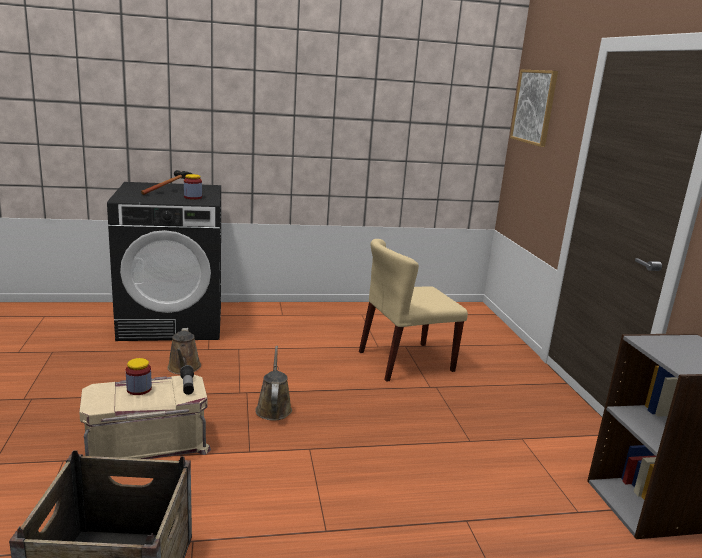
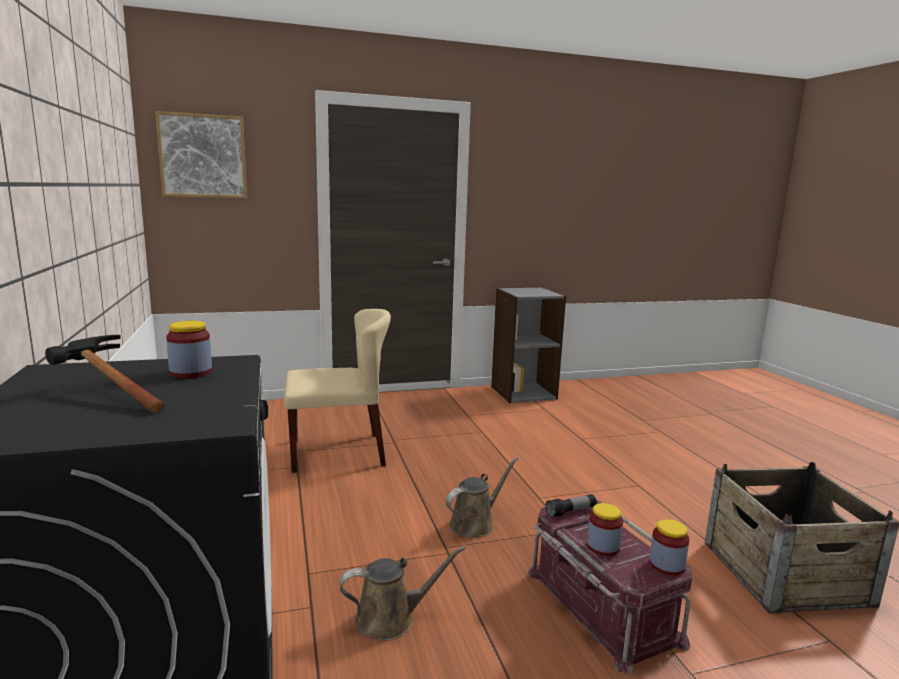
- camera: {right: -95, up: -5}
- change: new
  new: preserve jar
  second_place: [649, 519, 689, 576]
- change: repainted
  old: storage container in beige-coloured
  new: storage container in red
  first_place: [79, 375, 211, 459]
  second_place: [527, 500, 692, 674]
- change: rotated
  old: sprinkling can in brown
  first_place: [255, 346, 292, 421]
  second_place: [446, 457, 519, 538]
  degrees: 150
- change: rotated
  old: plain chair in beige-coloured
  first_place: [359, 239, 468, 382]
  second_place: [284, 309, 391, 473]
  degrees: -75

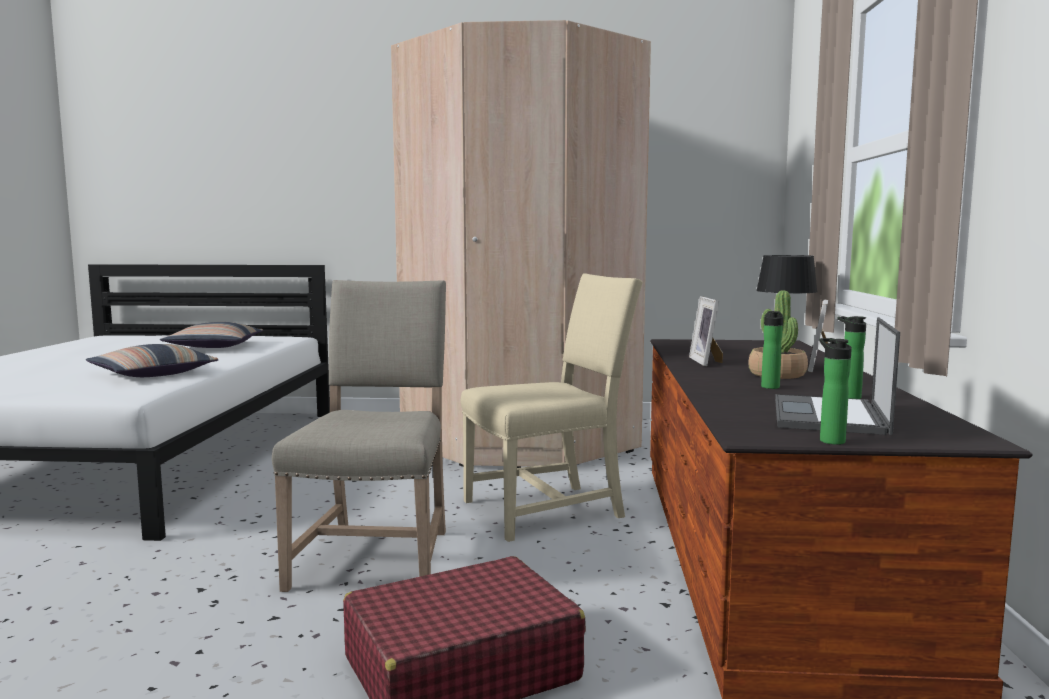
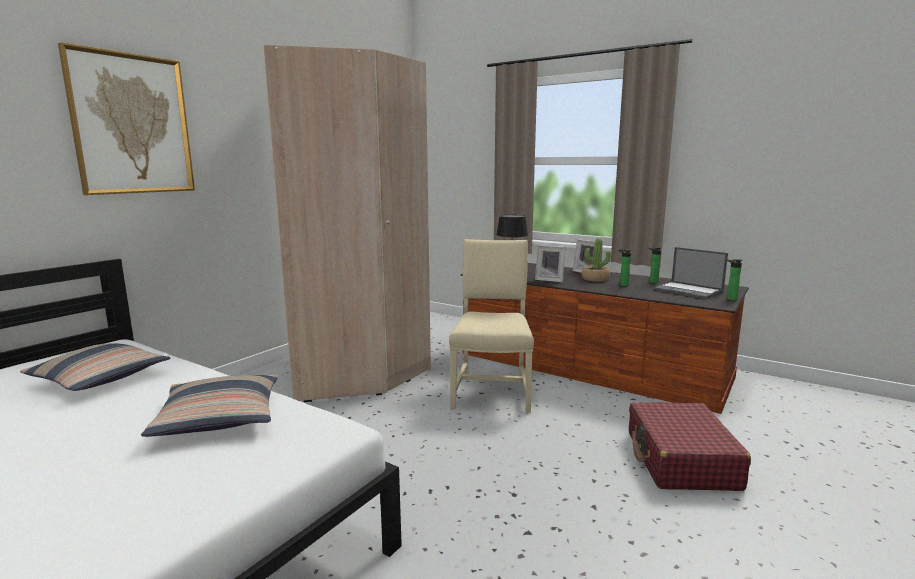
- camera: {right: -60, up: 5}
- change: gone
  old: plain chair in beige-coloured
  first_place: [272, 280, 446, 592]
- change: new
  new: picture
  second_place: [58, 42, 195, 195]

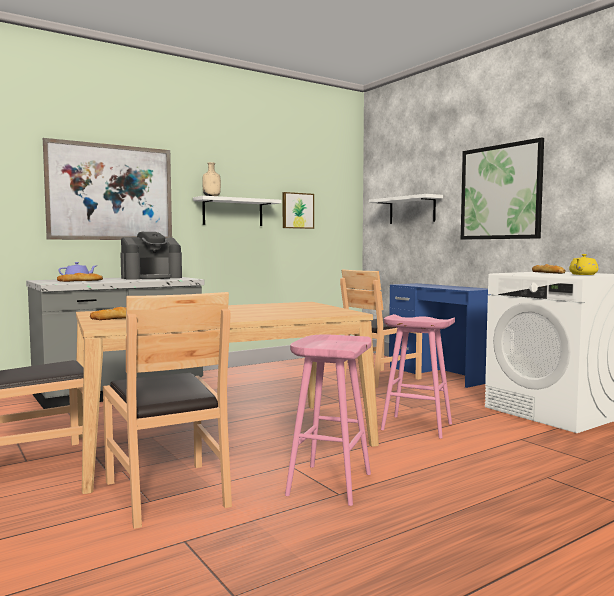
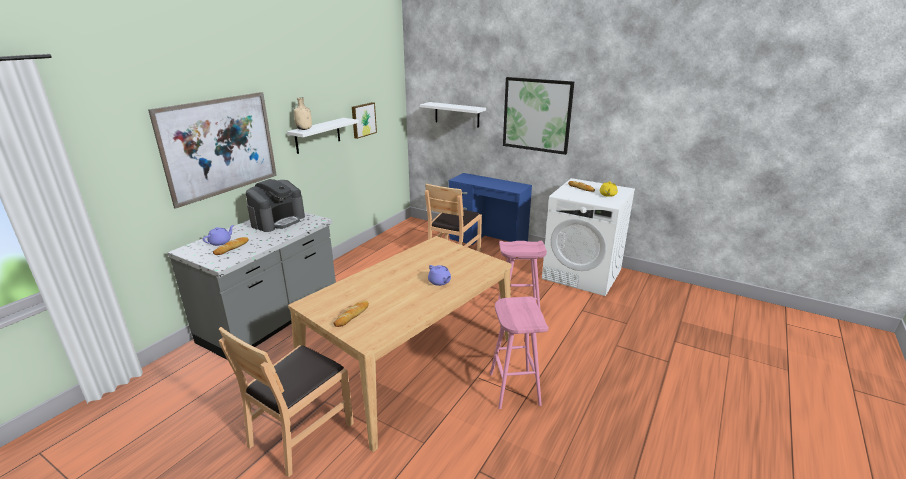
- camera: {right: -25, up: 20}
- change: gone
  old: plain chair in brown
  first_place: [103, 292, 232, 529]
- change: new
  new: teapot in purplish
  second_place: [428, 265, 451, 286]

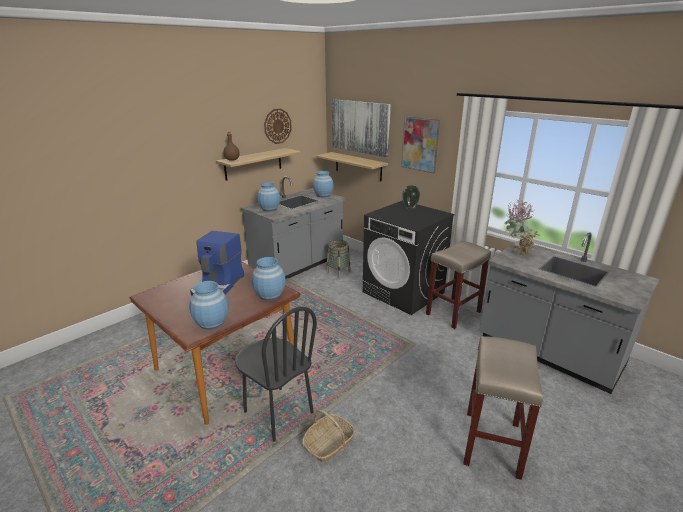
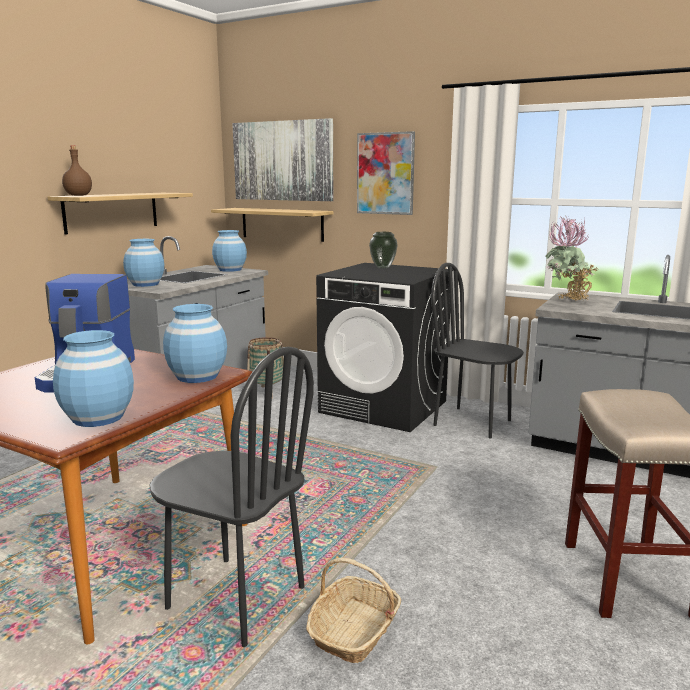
- camera: {right: -15, up: -10}
- change: gone
  old: clock on the wall
  first_place: [264, 108, 292, 144]
- change: swapped
  old: stool seat in beige-coloured
  new: plain chair in black
  first_place: [426, 241, 491, 329]
  second_place: [431, 263, 524, 438]

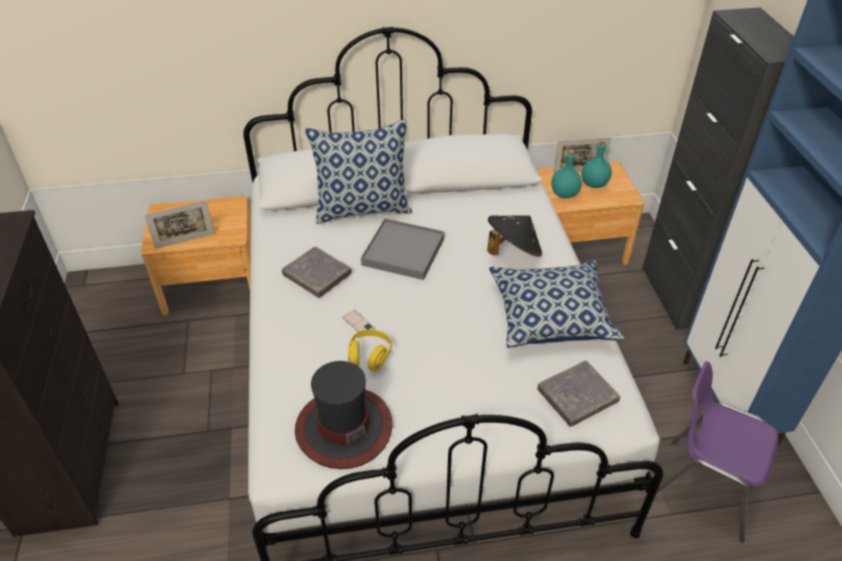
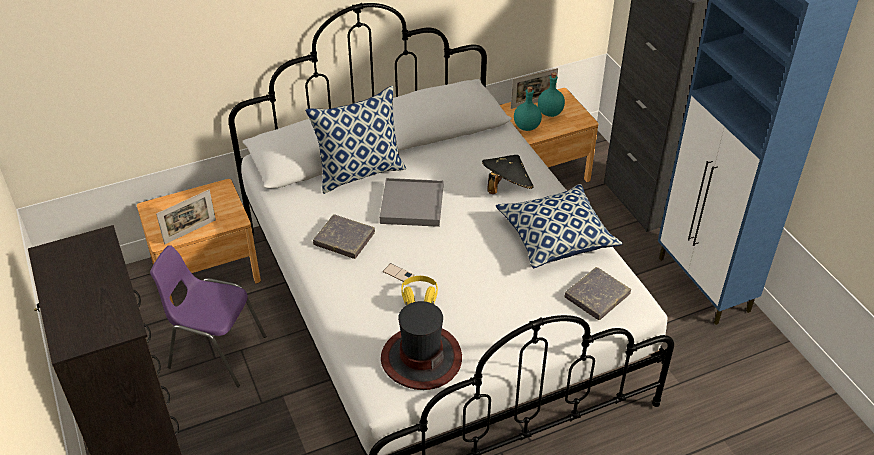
- camera: {right: -15, up: 0}
- change: shifted
  old: plain chair in purplish
  first_place: [656, 361, 778, 543]
  second_place: [150, 245, 266, 387]

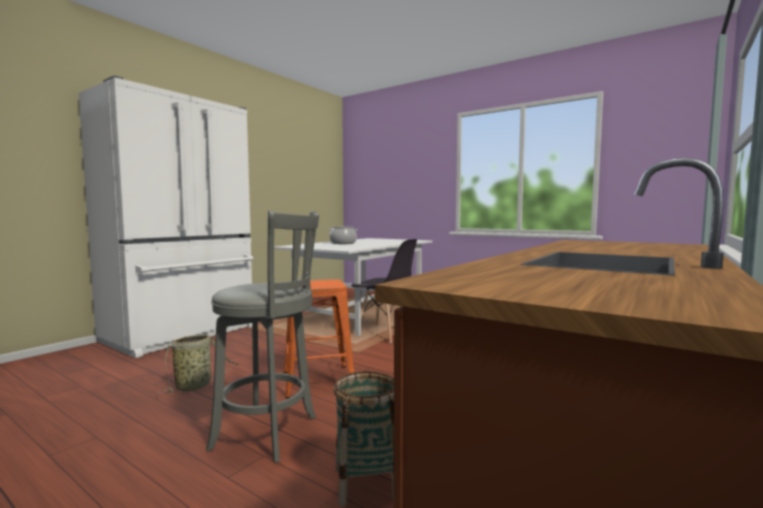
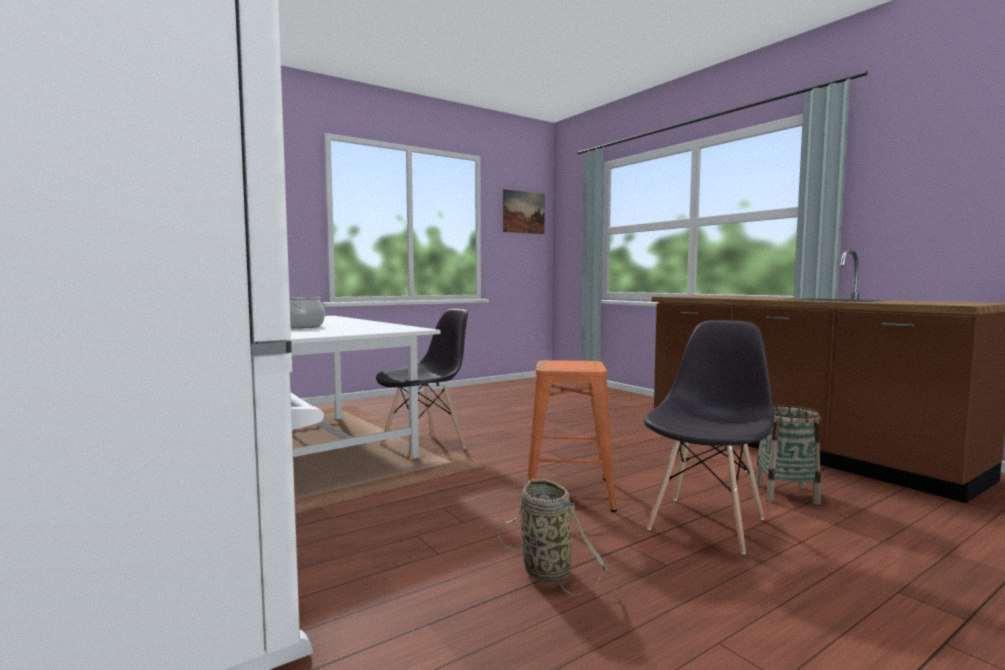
- camera: {right: -70, up: 0}
- change: new
  new: picture
  second_place: [503, 189, 545, 234]
- change: swapped
  old: stool seat in greyish
  new: plain chair in greyish
  first_place: [206, 211, 319, 463]
  second_place: [644, 320, 774, 555]

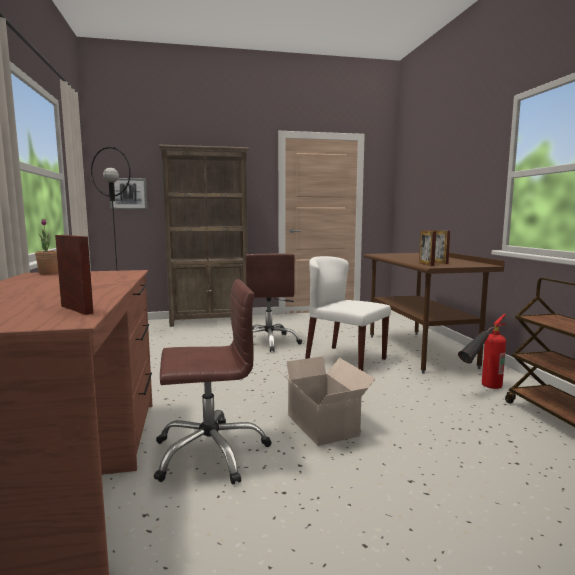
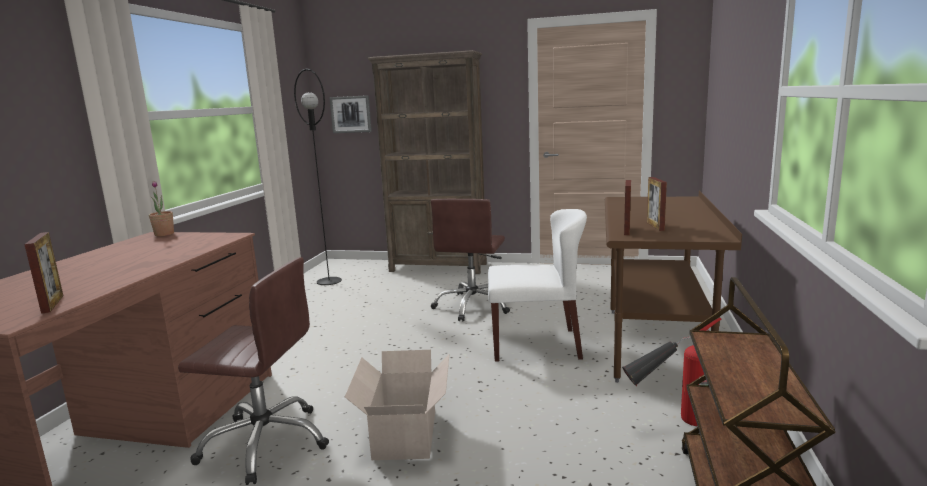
- camera: {right: 25, up: 5}
- change: rotated
  old: plain chair in white-coloured
  first_place: [305, 256, 391, 371]
  second_place: [488, 209, 587, 361]
  degrees: 120

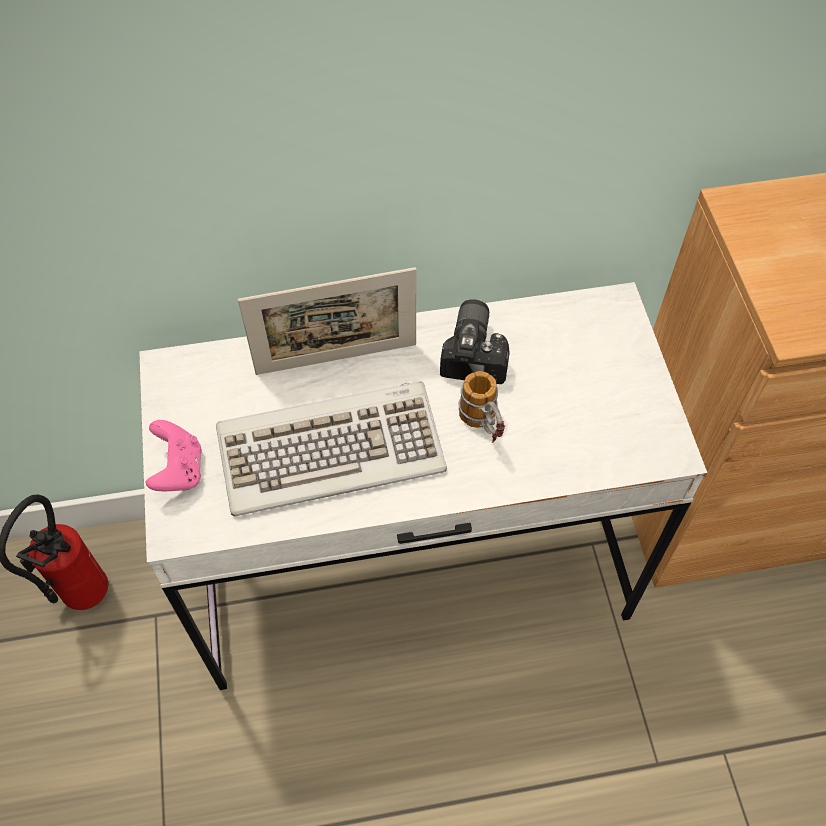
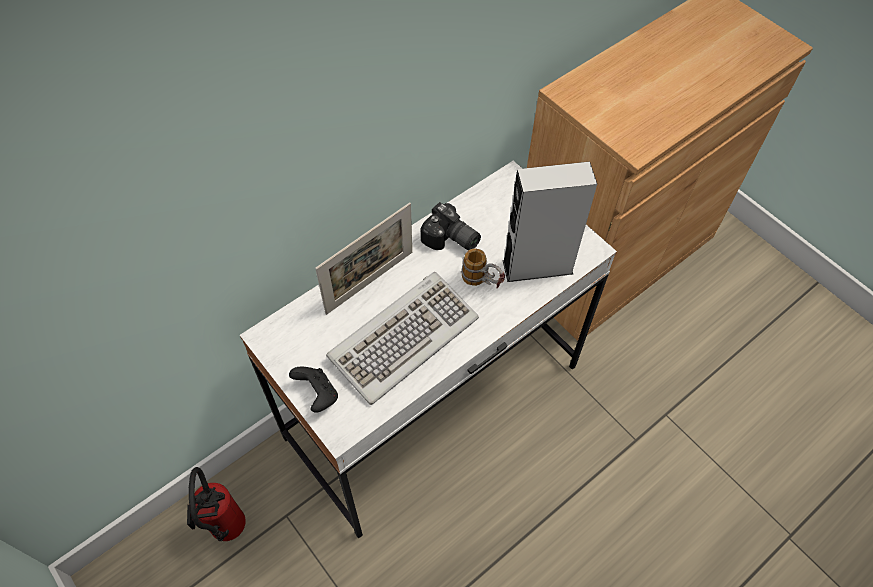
- camera: {right: -30, up: 0}
- change: new
  new: speaker in greyish
  second_place: [503, 162, 597, 282]
- change: repainted
  old: game controller in pink
  new: game controller in black
  first_place: [145, 420, 202, 491]
  second_place: [289, 367, 338, 413]
- change: rotated
  old: still camera
  first_place: [440, 299, 510, 384]
  second_place: [421, 202, 481, 250]
  degrees: 150

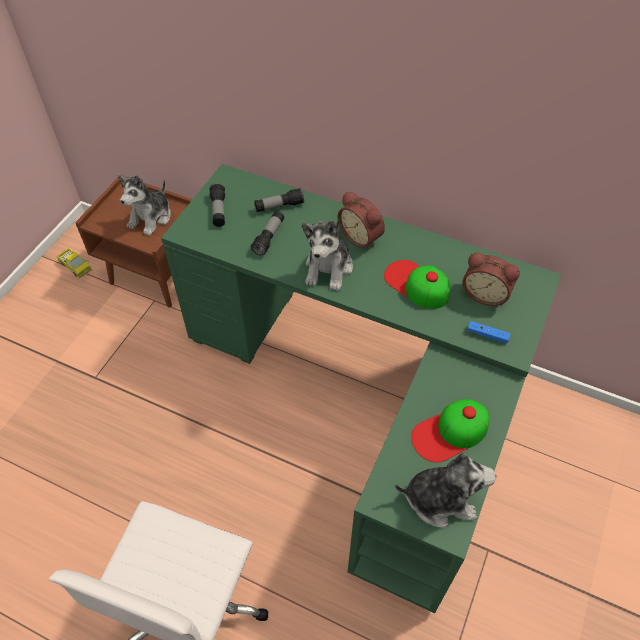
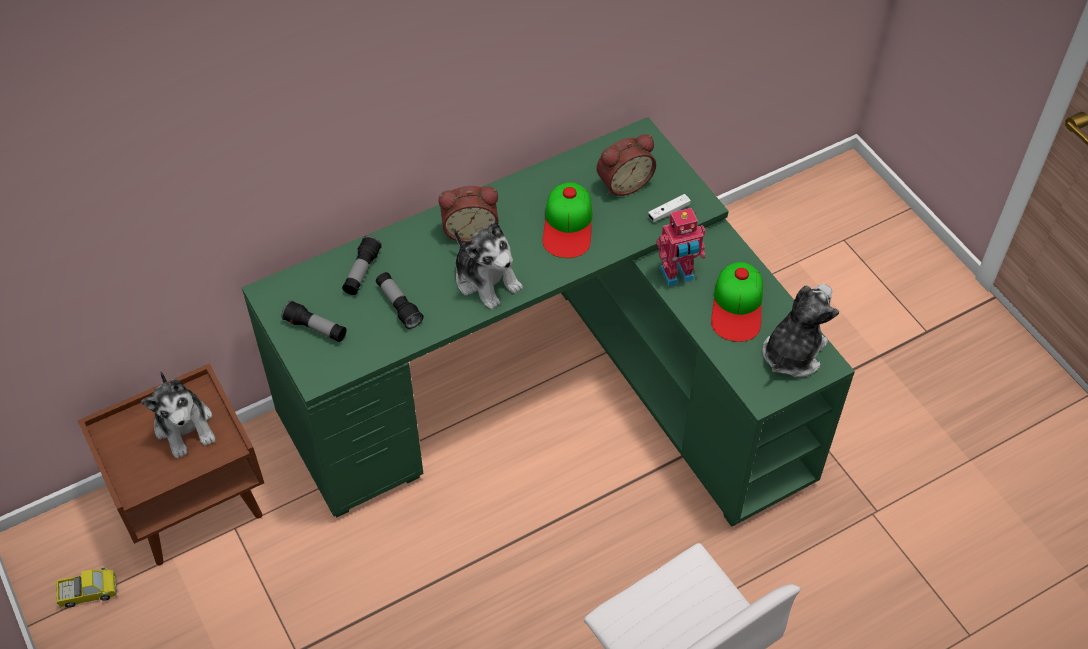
- camera: {right: -55, up: 0}
- change: new
  new: robot figure
  second_place: [656, 208, 705, 287]
- change: repainted
  old: game controller in blue-coloured
  new: game controller in white-coloured
  first_place: [467, 321, 510, 344]
  second_place: [648, 194, 691, 222]
- change: rotated
  old: baseball cap
  first_place: [384, 260, 450, 309]
  second_place: [543, 182, 592, 258]
  degrees: -75

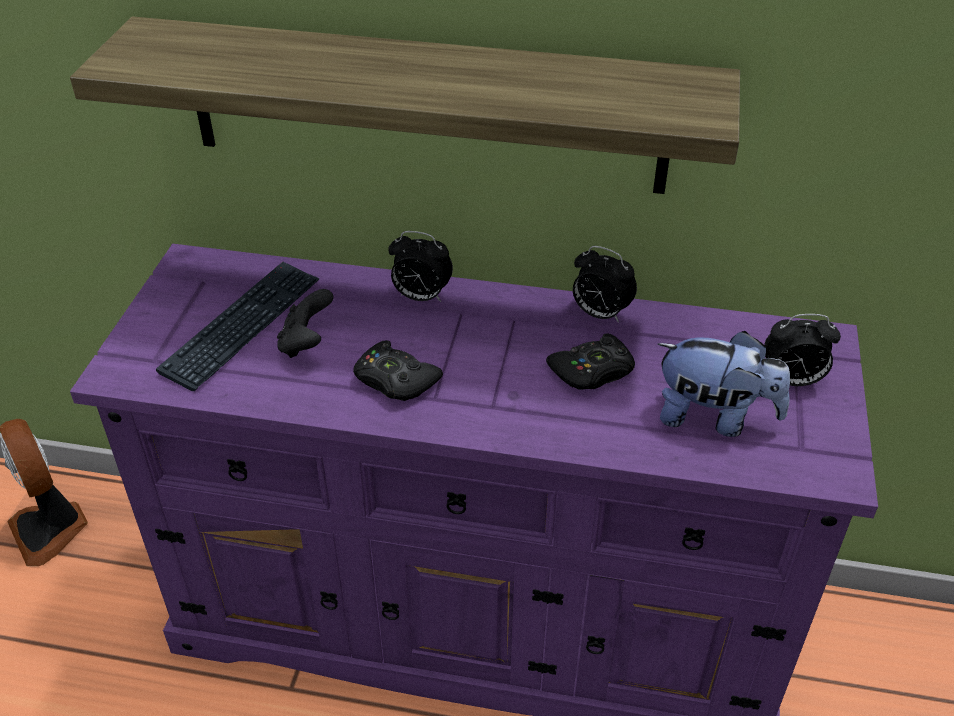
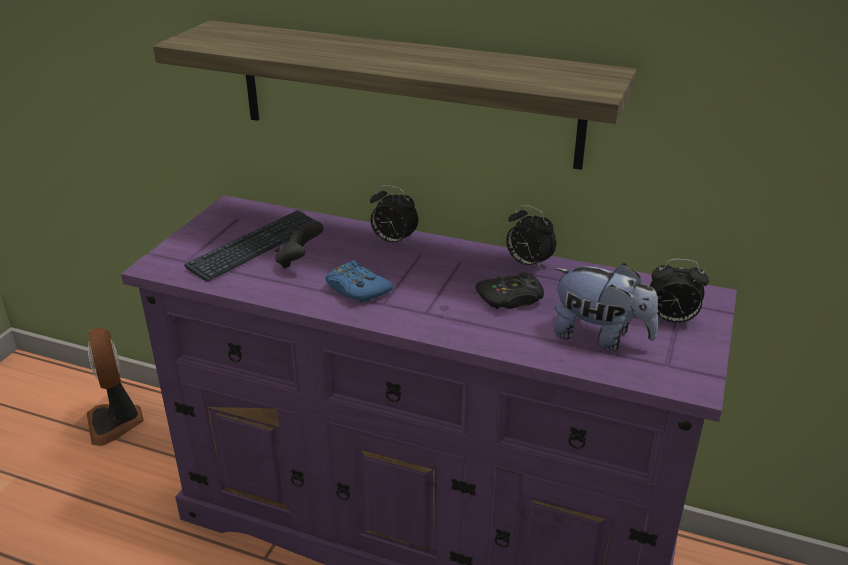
- camera: {right: 10, up: -10}
- change: repainted
  old: game controller in black
  new: game controller in blue-coloured
  first_place: [353, 340, 443, 401]
  second_place: [325, 260, 393, 302]

